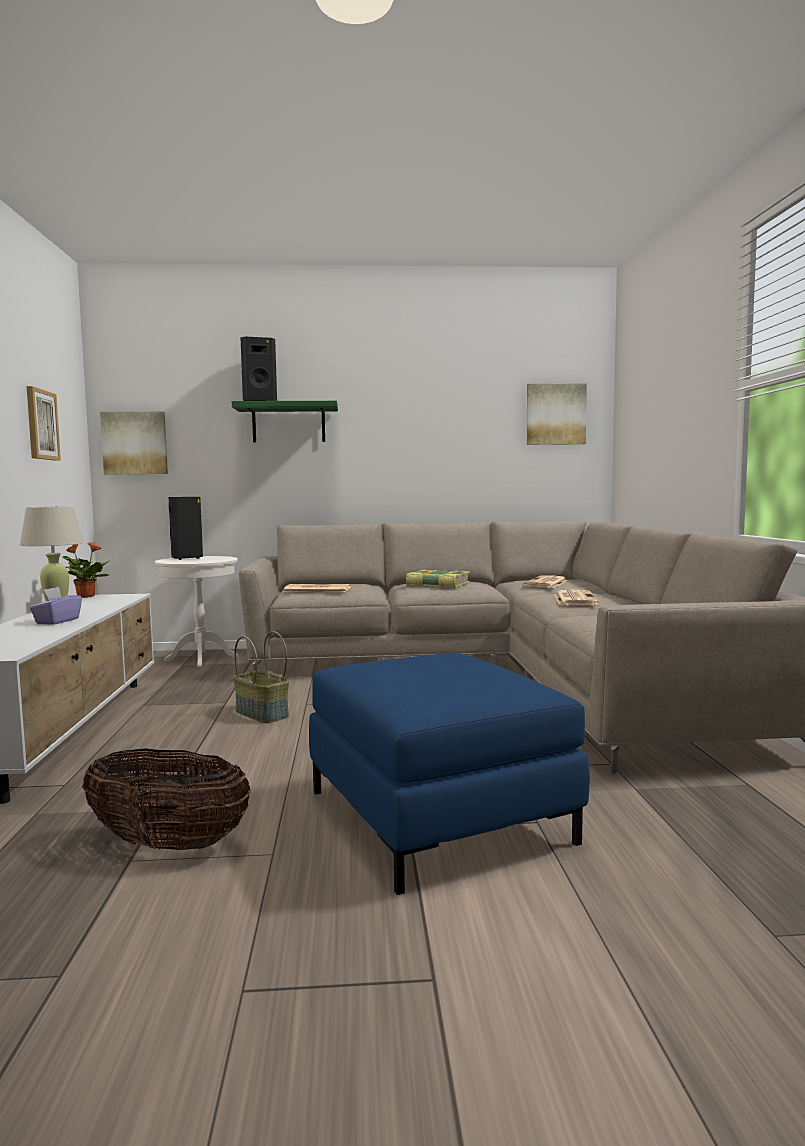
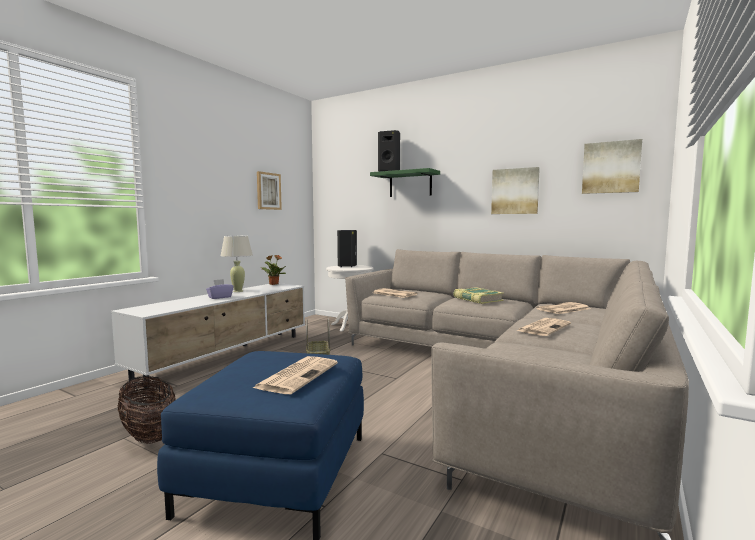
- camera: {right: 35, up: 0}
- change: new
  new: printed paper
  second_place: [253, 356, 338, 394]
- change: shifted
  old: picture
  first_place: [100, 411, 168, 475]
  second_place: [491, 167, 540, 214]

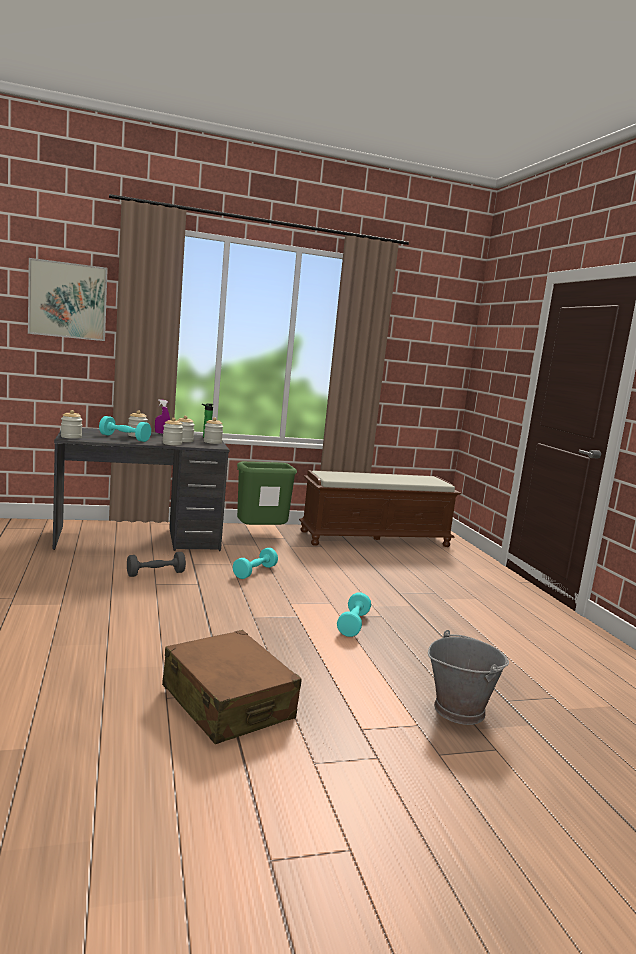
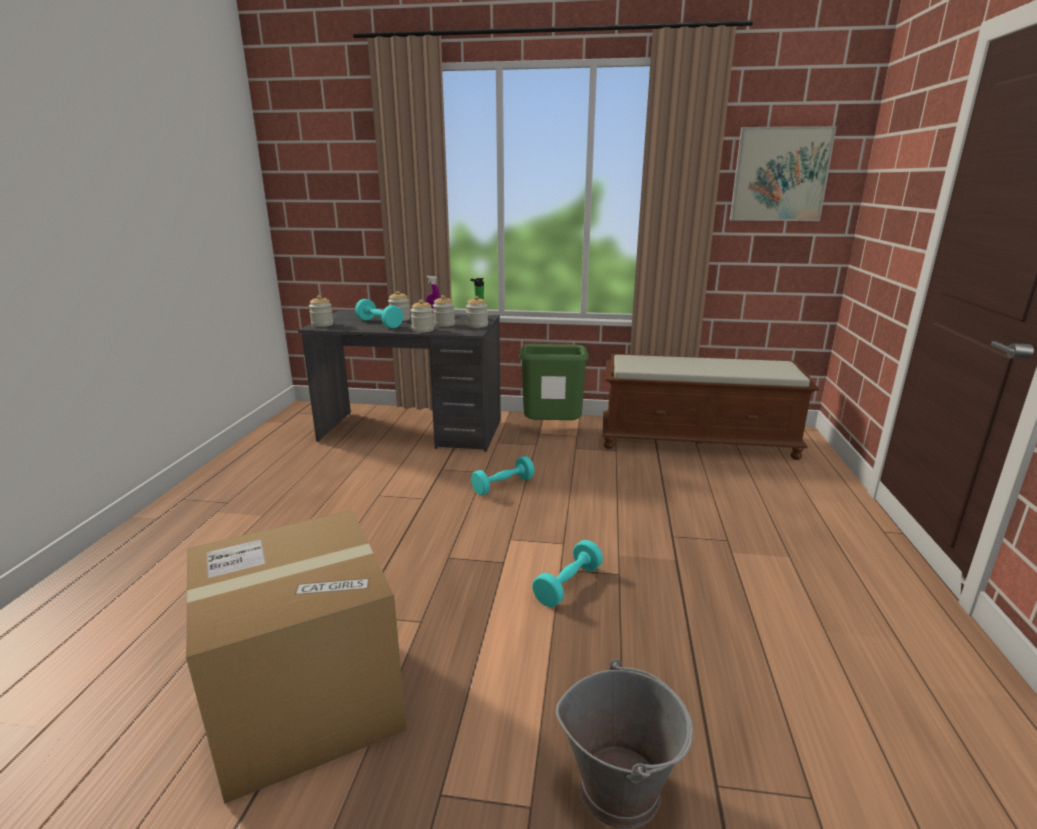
- camera: {right: 25, up: 10}
- change: gone
  old: free weight in greyish
  first_place: [127, 552, 186, 577]
- change: shifted
  old: picture
  first_place: [28, 258, 108, 341]
  second_place: [730, 126, 837, 221]
- change: swapped
  old: piece of luggage in brown
  new: packing box
  first_place: [162, 630, 302, 744]
  second_place: [186, 510, 407, 804]

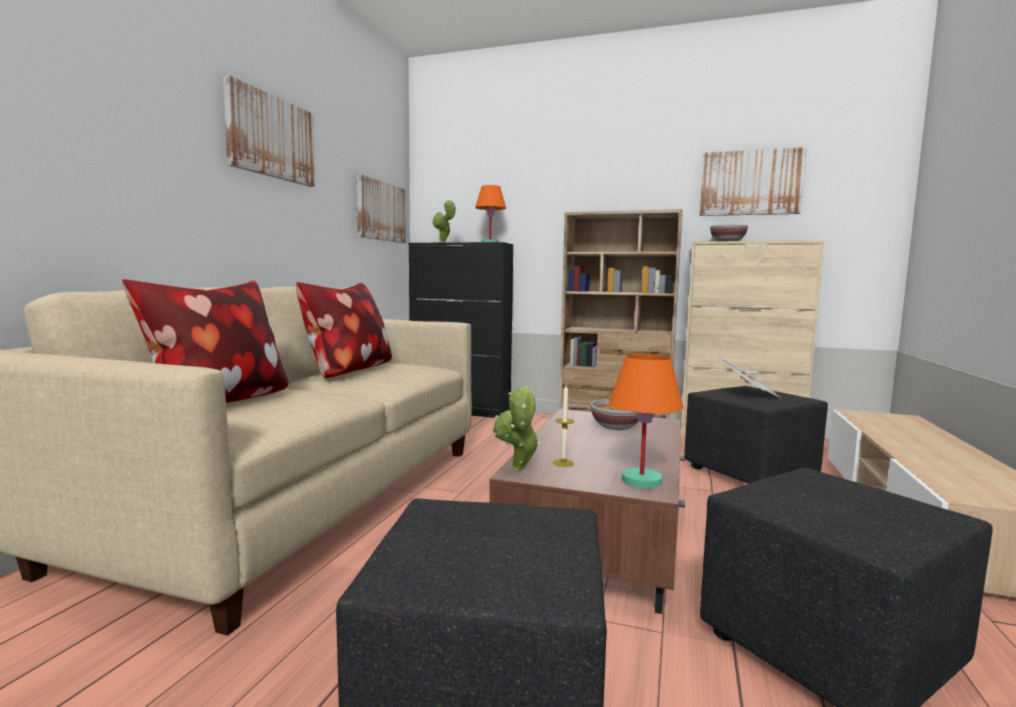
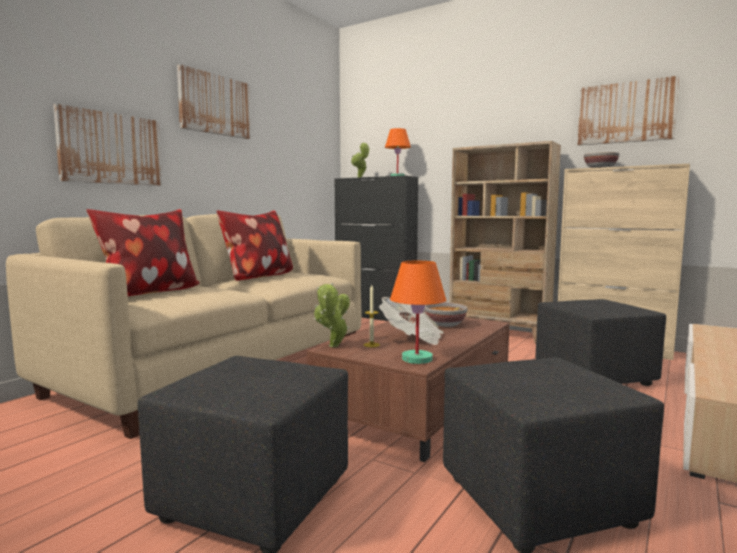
- camera: {right: 15, up: 0}
- change: shifted
  old: picture
  first_place: [357, 174, 406, 243]
  second_place: [53, 104, 162, 186]
- change: shifted
  old: printed paper
  first_place: [721, 359, 783, 399]
  second_place: [379, 297, 443, 345]

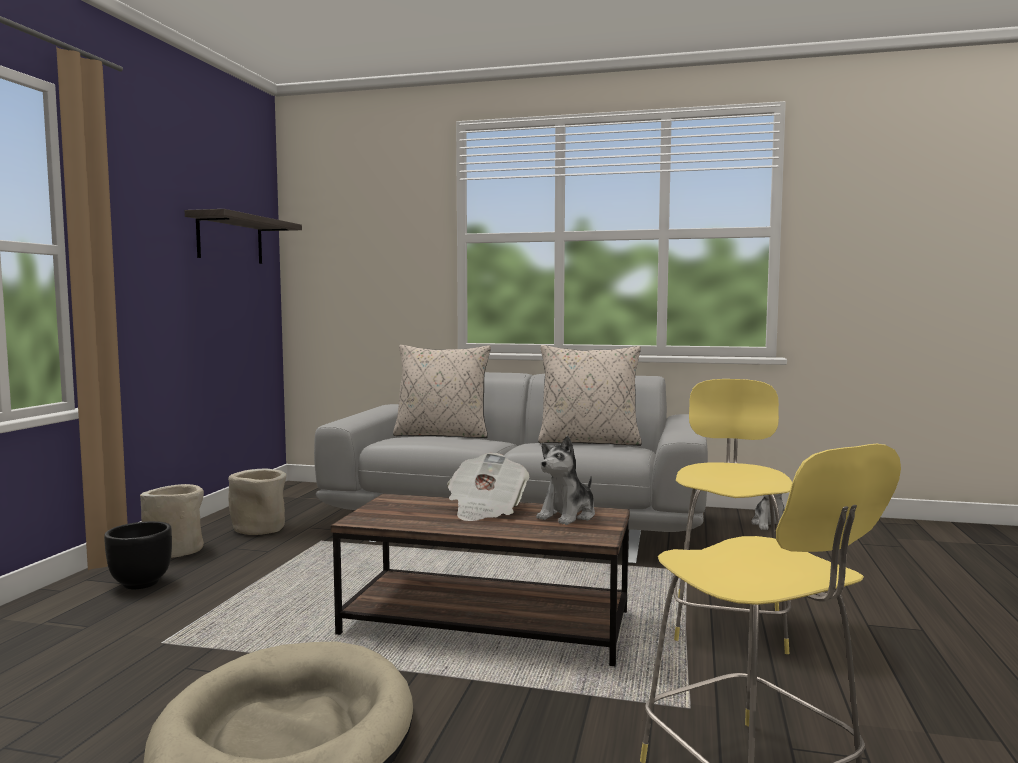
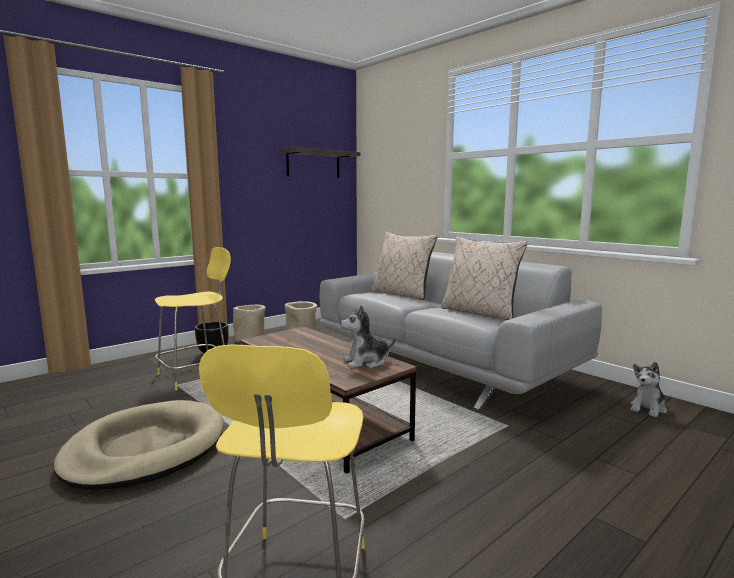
- camera: {right: 35, up: 5}
- change: gone
  old: printed paper
  first_place: [447, 453, 530, 521]
- change: shifted
  old: stool seat in yellow-coloured
  first_place: [673, 379, 792, 654]
  second_place: [155, 247, 231, 390]

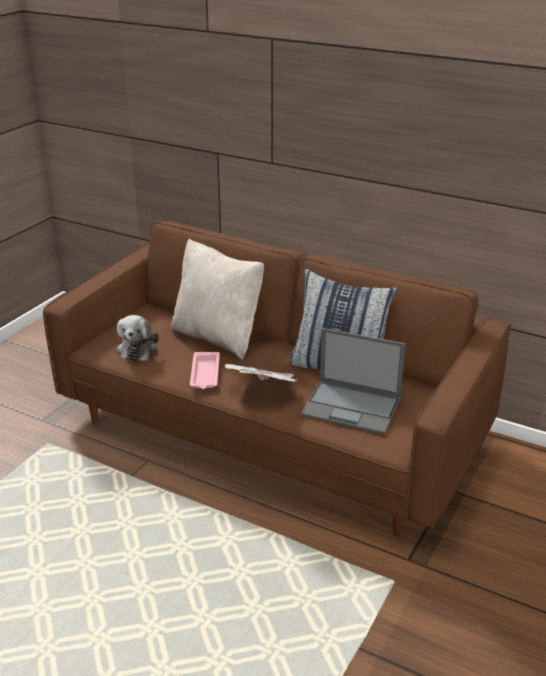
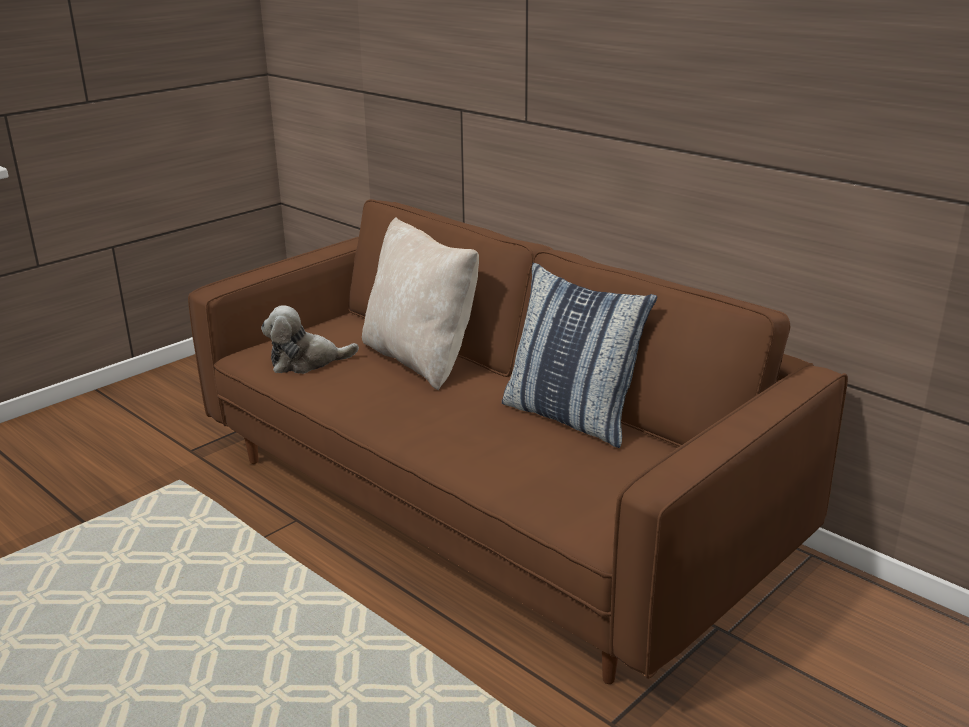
- camera: {right: 15, up: -5}
- change: gone
  old: serving tray in pink
  first_place: [190, 352, 220, 389]
- change: gone
  old: printed paper
  first_place: [225, 364, 297, 382]
- change: gone
  old: portable computer
  first_place: [300, 328, 406, 435]
- change: rotated
  old: cuddly toy
  first_place: [117, 315, 159, 361]
  second_place: [261, 305, 359, 374]
  degrees: 60

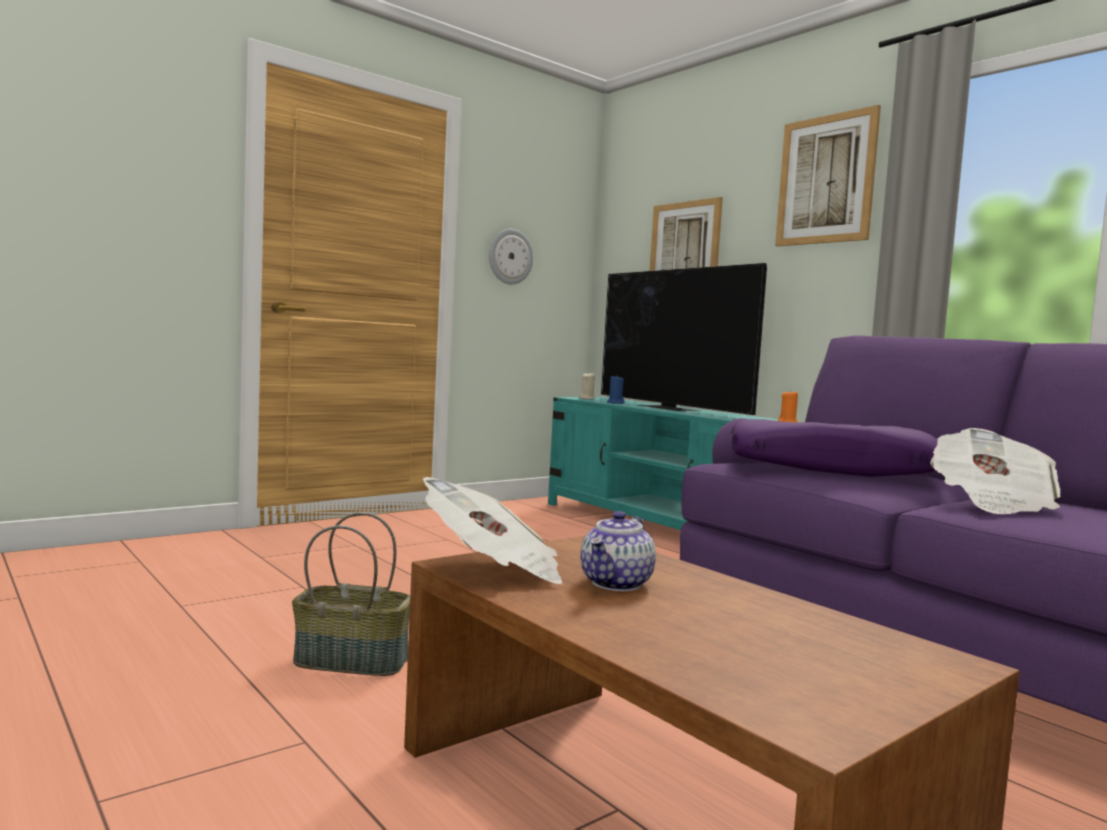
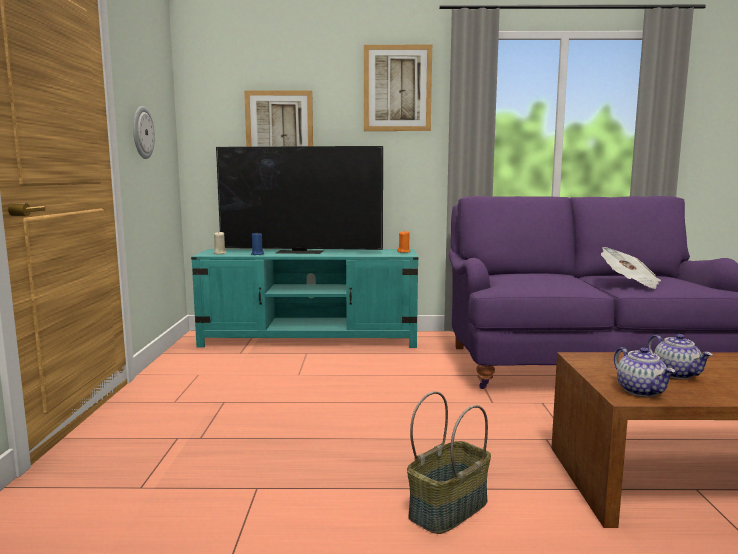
- camera: {right: -50, up: 5}
- change: gone
  old: pillow in purplish
  first_place: [731, 419, 938, 477]
- change: swapped
  old: printed paper
  new: teapot
  first_place: [423, 477, 562, 584]
  second_place: [614, 347, 675, 397]

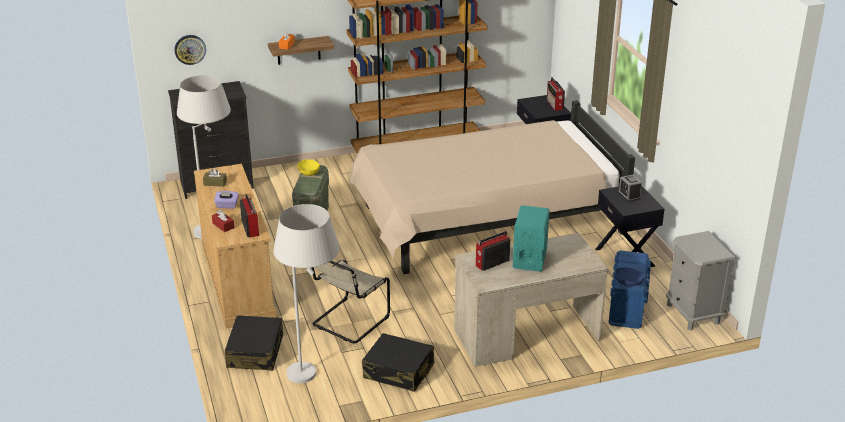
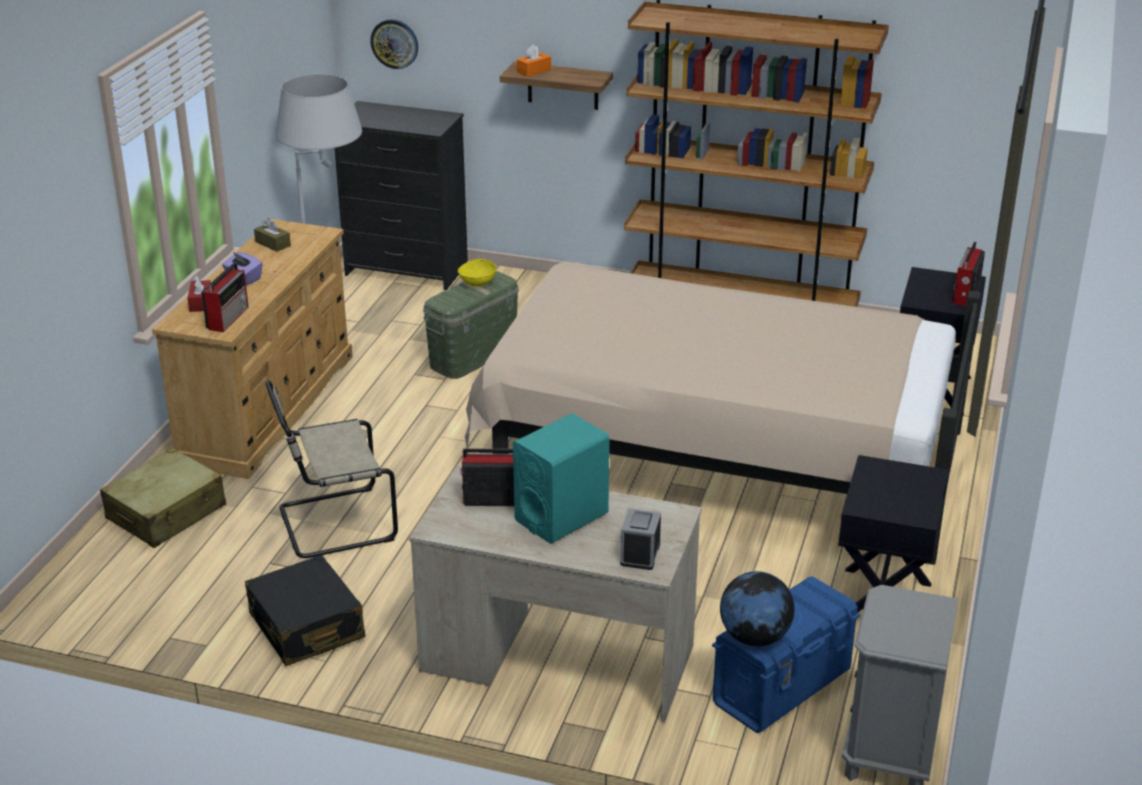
- camera: {right: 35, up: 0}
- change: gone
  old: standard lamp in white-coloured
  first_place: [273, 204, 339, 383]
- change: shifted
  old: alarm clock
  first_place: [618, 175, 642, 202]
  second_place: [620, 508, 661, 570]
- change: swapped
  old: bowl in blue-coloured
  new: desk globe
  first_place: [615, 267, 645, 286]
  second_place: [720, 571, 795, 646]
- change: repainted
  old: piece of luggage in black
  new: piece of luggage in beige-coloured
  first_place: [225, 315, 283, 371]
  second_place: [100, 448, 226, 548]

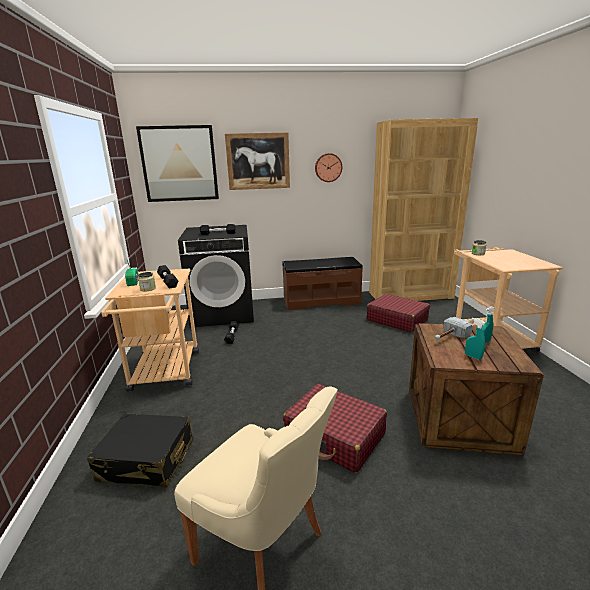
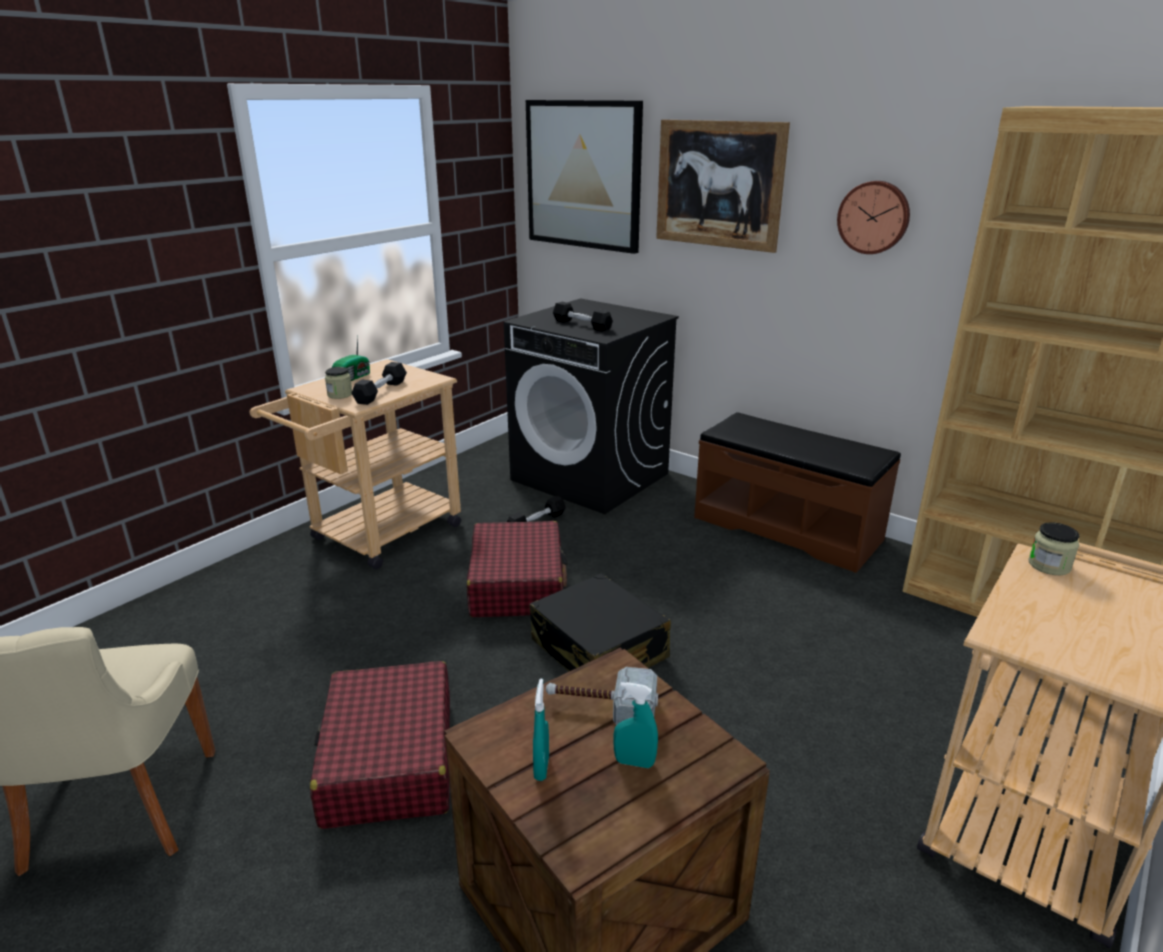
- camera: {right: 45, up: 5}
- change: shifted
  old: piece of luggage in black
  first_place: [87, 414, 193, 487]
  second_place: [530, 573, 671, 671]
- change: shifted
  old: piece of luggage in red
  first_place: [367, 294, 430, 332]
  second_place: [467, 521, 568, 617]

